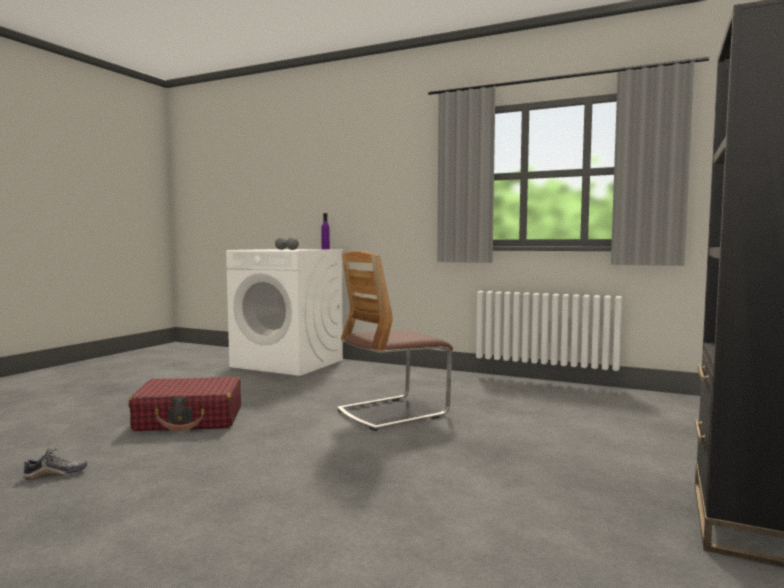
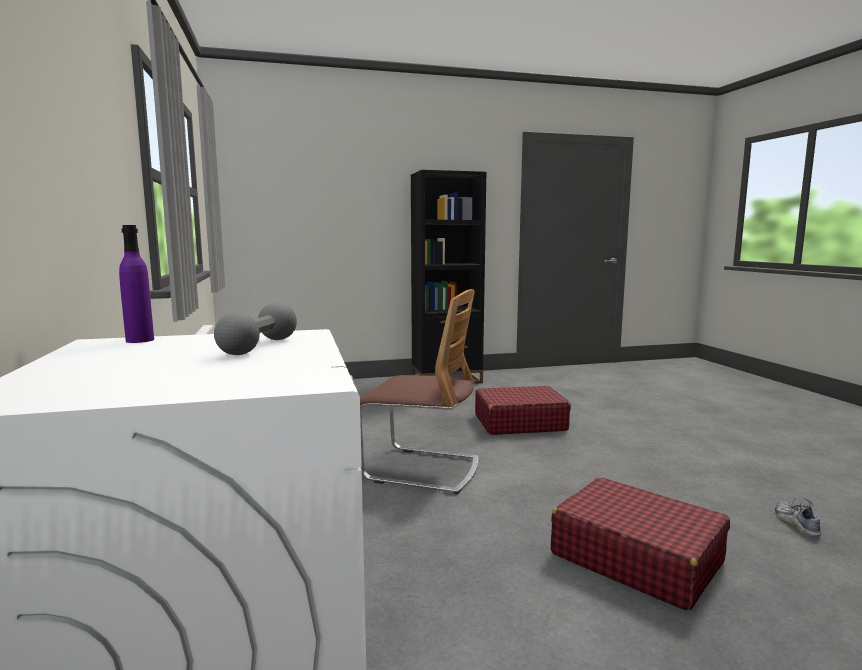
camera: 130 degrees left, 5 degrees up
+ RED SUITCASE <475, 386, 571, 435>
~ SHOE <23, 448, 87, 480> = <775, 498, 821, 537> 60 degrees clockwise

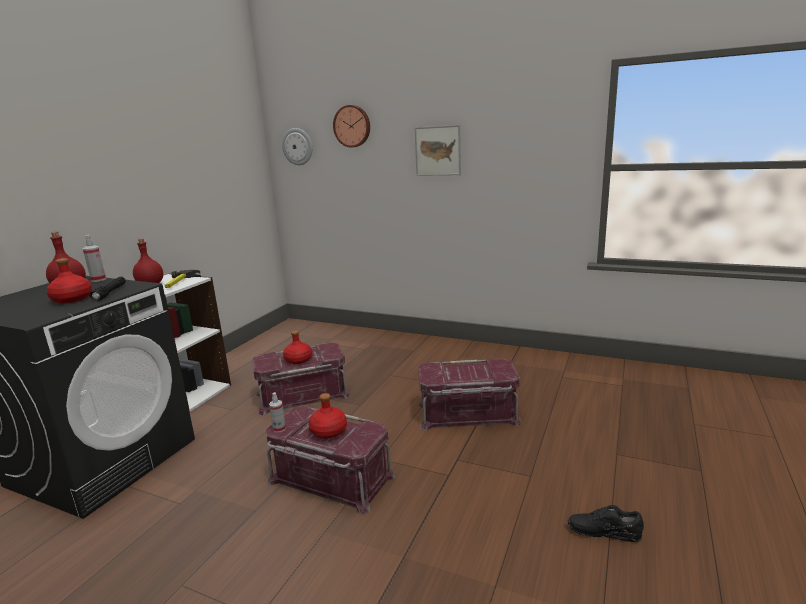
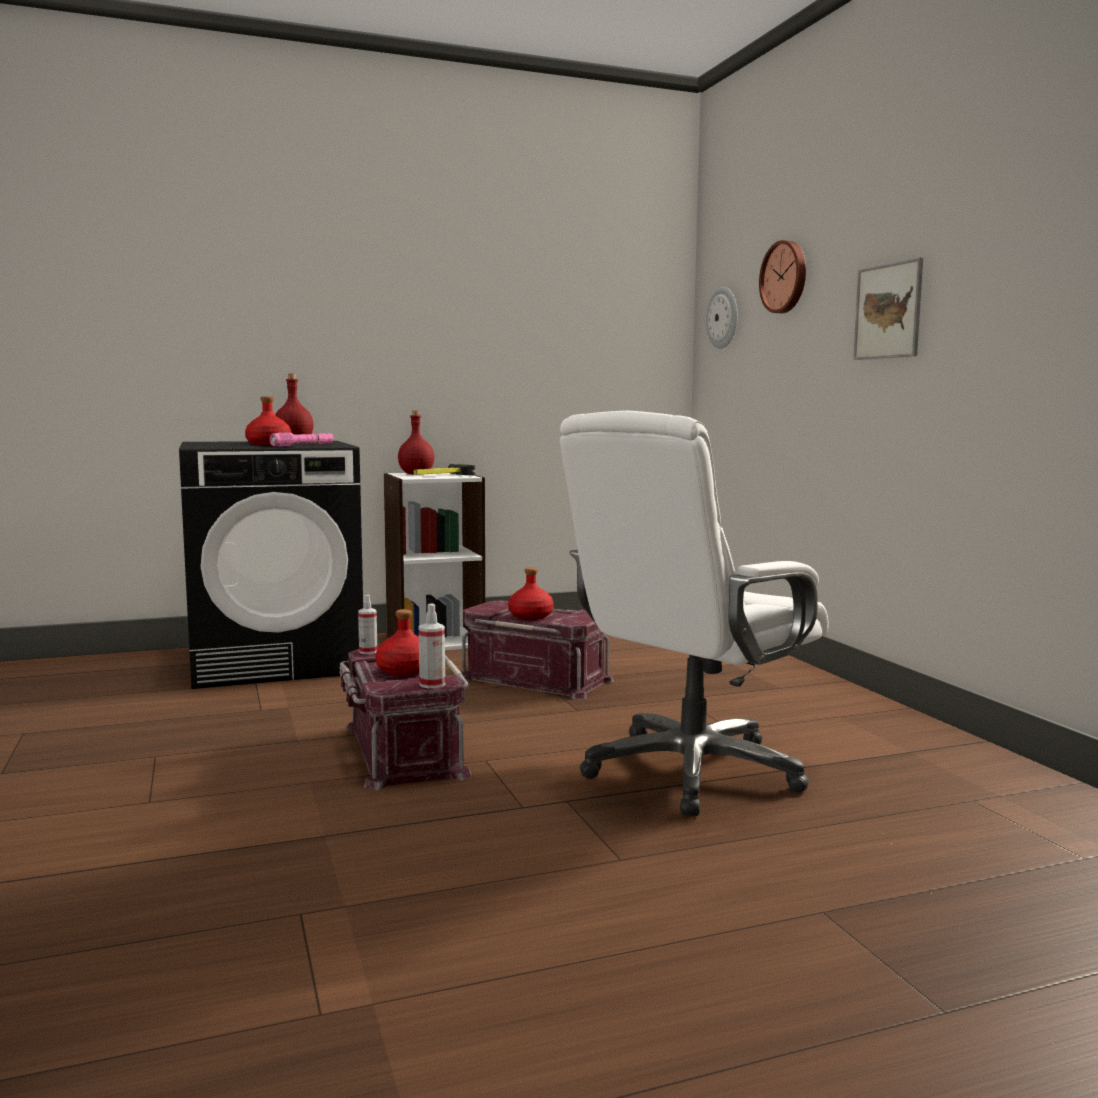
camera: 45 degrees right, 10 degrees down
~ BLACK FLASHLIGHT <90, 277, 126, 301> to PINK FLASHLIGHT <270, 432, 334, 447>
~ SPRAY BOTTLE <83, 235, 106, 282> to <419, 604, 445, 688>
~ RED STORAGE BOX <418, 358, 522, 431> to WHITE OFFICE CHAIR <560, 411, 829, 816>
- BLACK SHOE <568, 505, 644, 542>

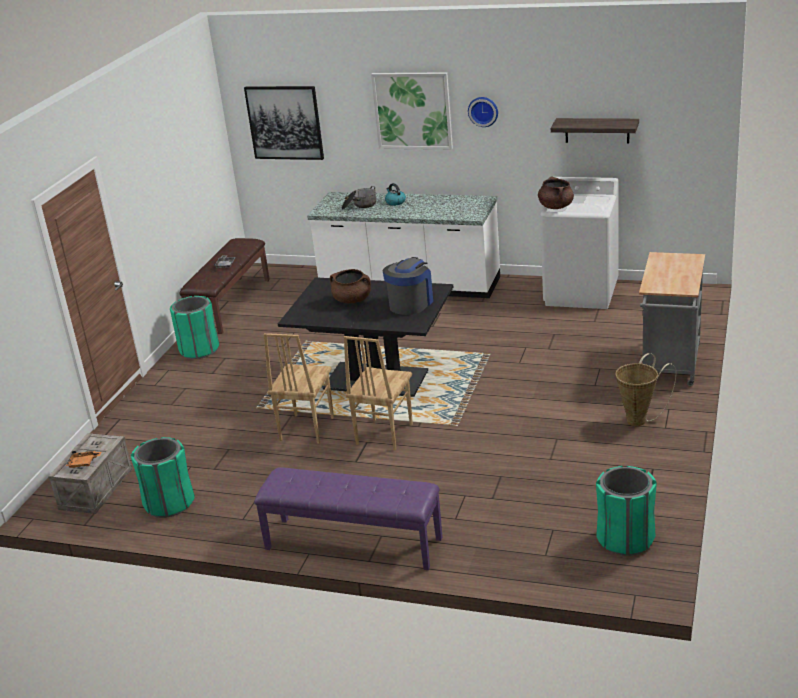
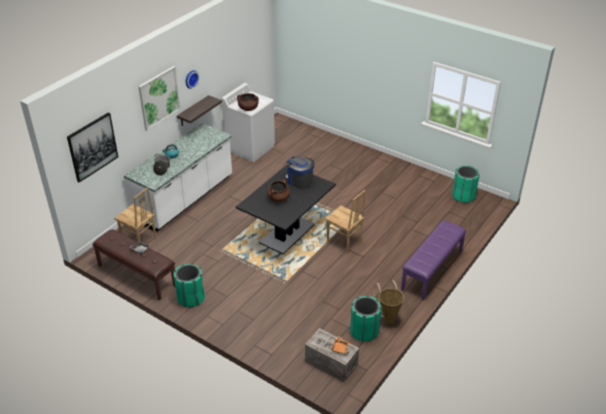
camera: 75 degrees left, 10 degrees up
~ BROWN CHAIR <264, 333, 334, 444> to <114, 187, 157, 242>
~ SHELF <551, 118, 639, 143> to <177, 95, 222, 126>
~ BASKET <615, 353, 676, 426> to <374, 280, 404, 324>
- GREY CART <639, 252, 705, 386>

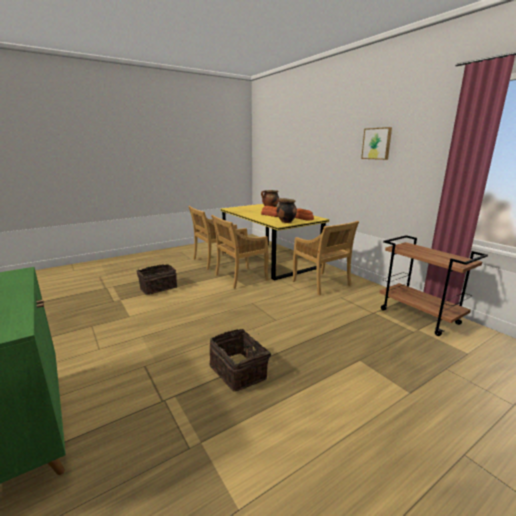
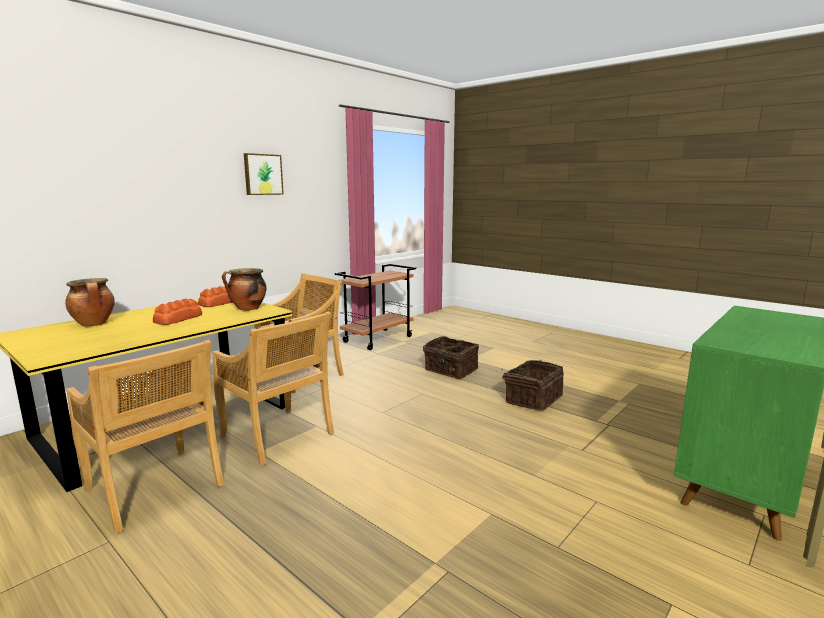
camera: 105 degrees left, 5 degrees down
~ BASKET <136, 264, 177, 295> to <423, 336, 479, 379>

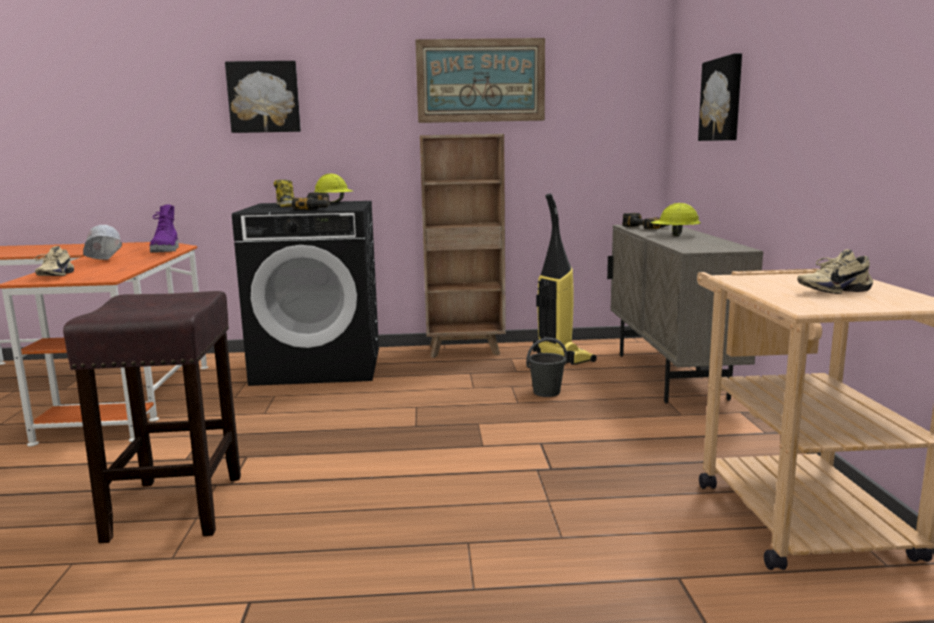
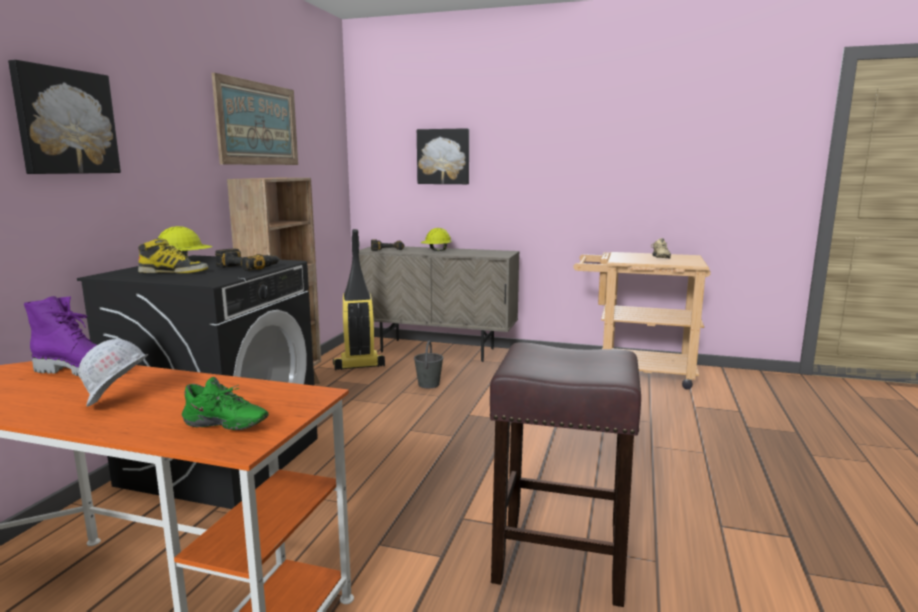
camera: 70 degrees left, 0 degrees up
~ BEIGE SHOE <34, 246, 74, 276> to GREEN SHOE <182, 377, 269, 430>

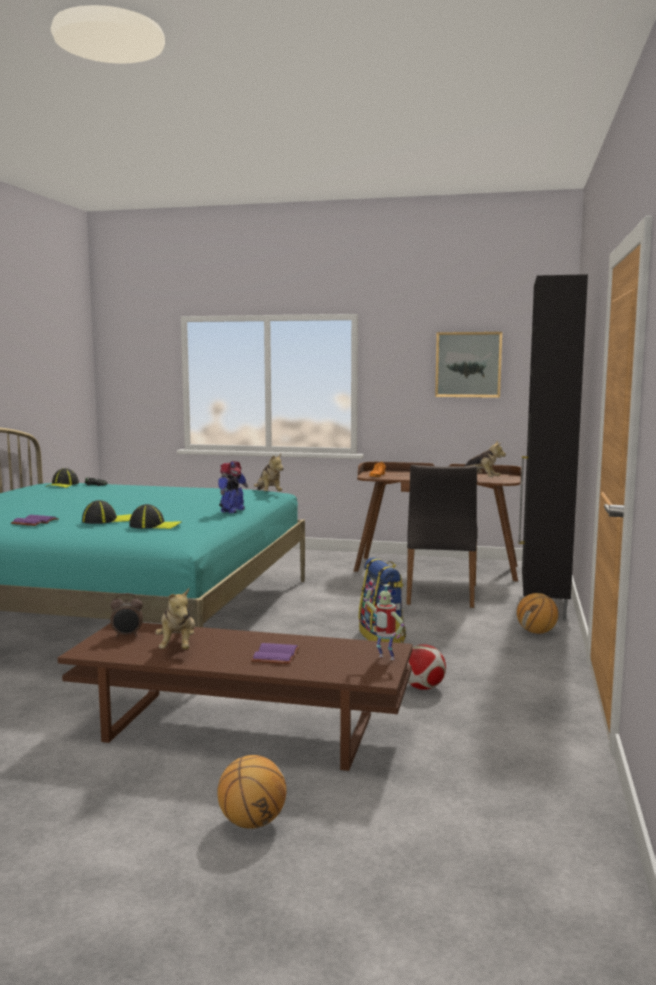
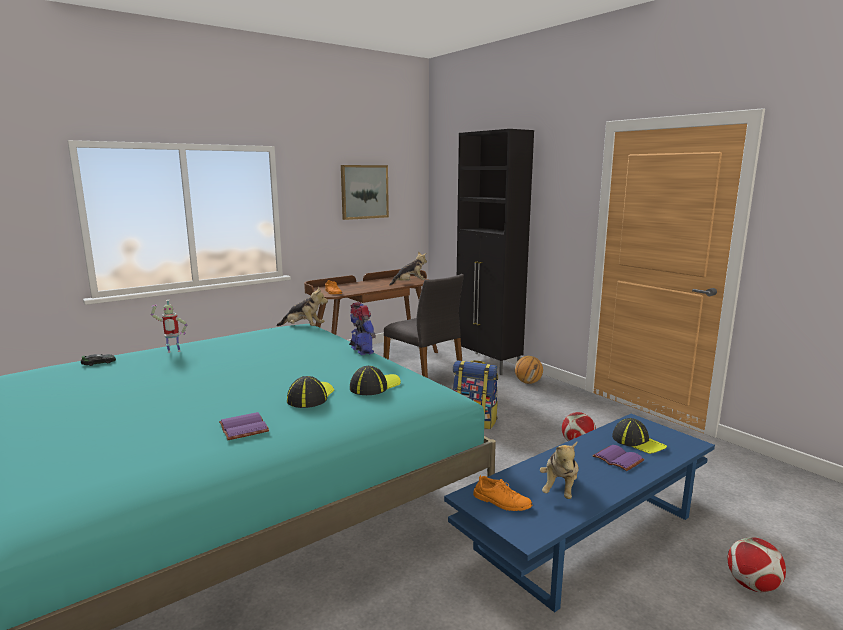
camera: 50 degrees left, 5 degrees up
~ TOY ROBOT <365, 584, 404, 660> to <151, 300, 187, 353>
~ BROWN COFFEE TABLE <58, 623, 413, 771> to BLUE COFFEE TABLE <444, 414, 715, 612>
~ ALARM CLOCK <110, 593, 143, 637> to ORANGE SHOE <473, 475, 532, 511>
~ PLUSH TOY <155, 588, 195, 649> = <540, 442, 579, 499> 75 degrees clockwise
~ CAP <46, 468, 79, 488> to <612, 418, 667, 454>
~ BASKETBALL <217, 755, 287, 829> to FOOTBALL <728, 537, 786, 592>

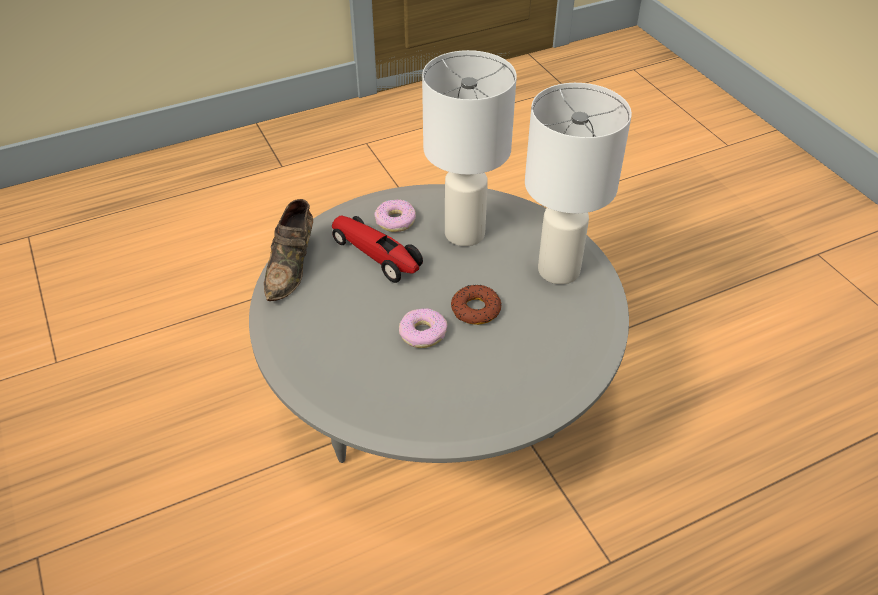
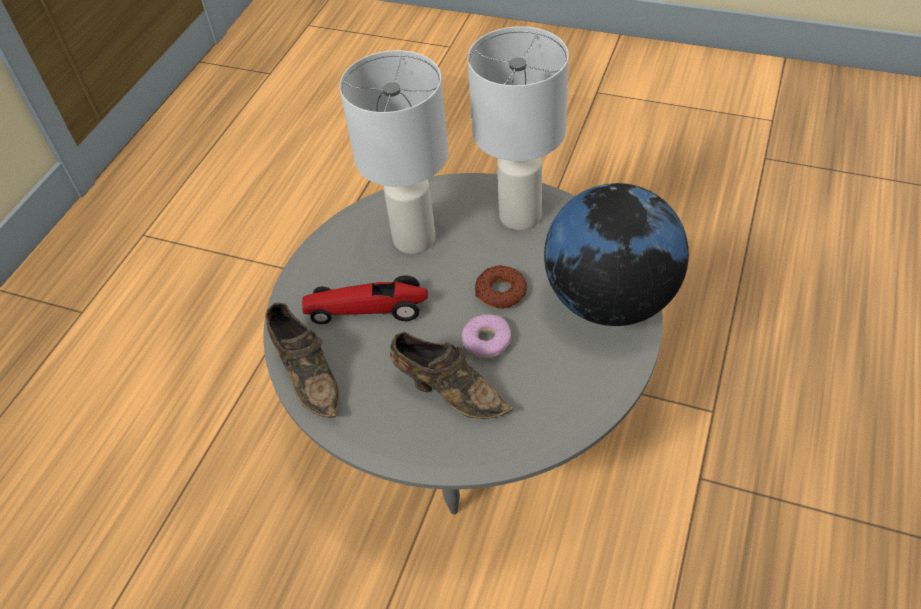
camera: 40 degrees left, 5 degrees up
+ BROWN SHOE <390, 332, 513, 419>
+ GLOBE <544, 183, 689, 326>
- DONUT <375, 200, 416, 232>

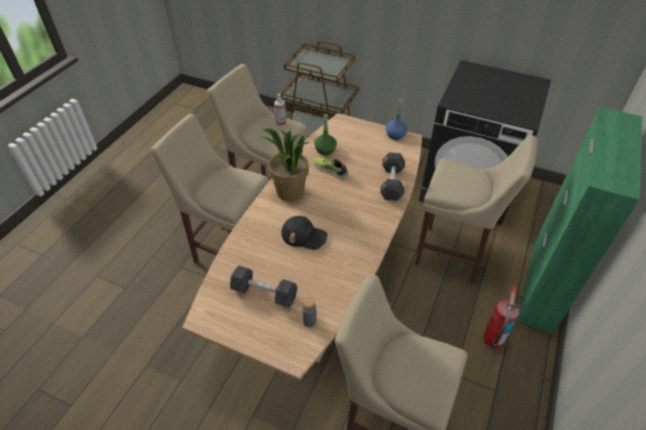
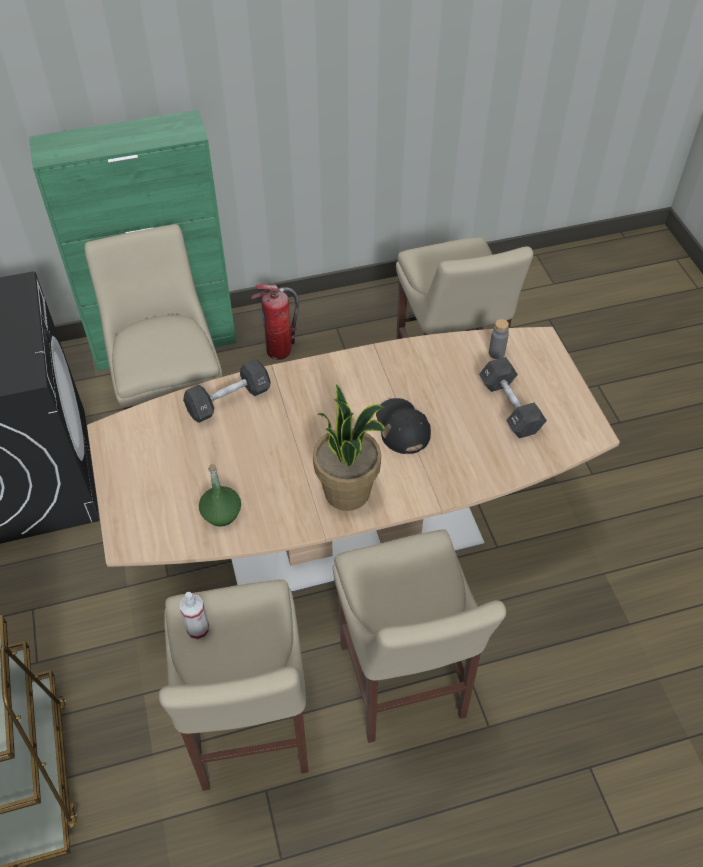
camera: 130 degrees left, 5 degrees up
- SHOE <314, 157, 349, 180>
- BLUE BOTTLE <386, 99, 408, 140>

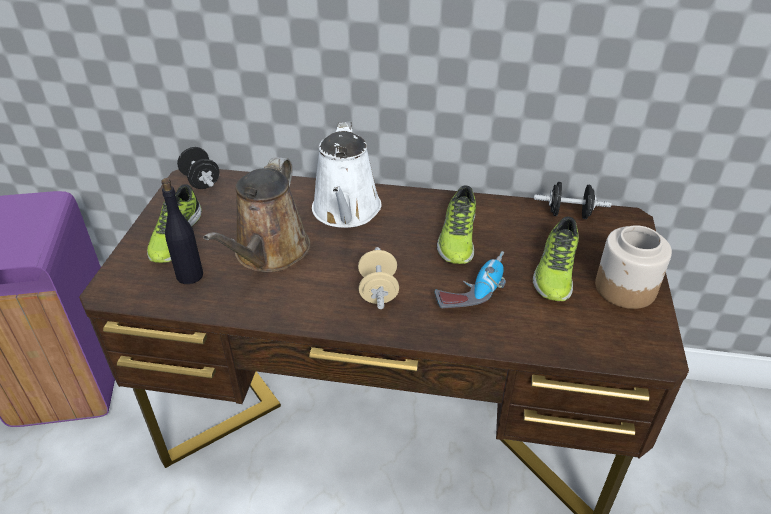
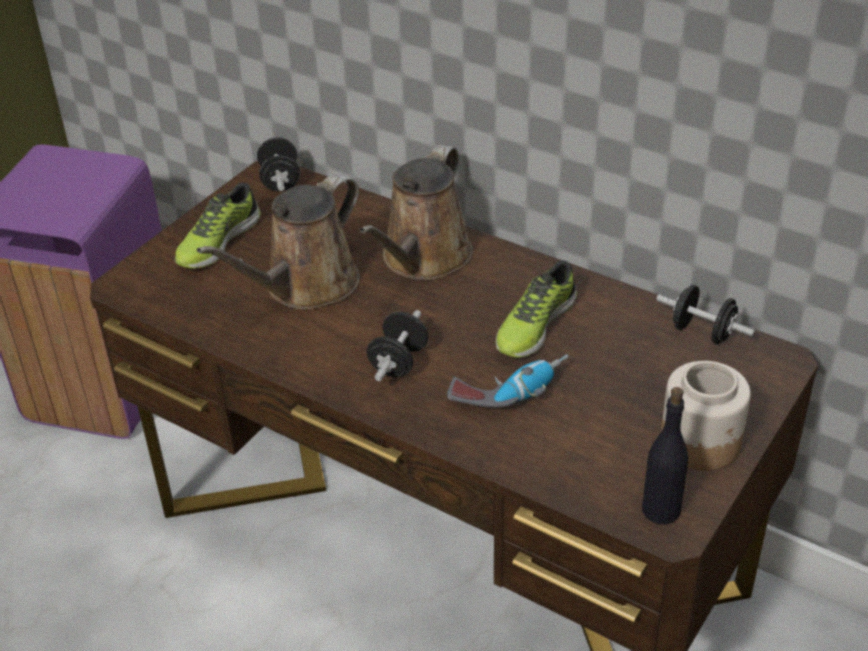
camera: 25 degrees right, 0 degrees up
~ WHITE WATERING CAN <312, 122, 381, 228> to BROWN WATERING CAN <359, 145, 473, 280>
~ BEIGE DUMBBELL <358, 247, 399, 309> to BLACK DUMBBELL <367, 310, 428, 381>
~ BLACK BOTTLE <161, 178, 203, 284> to <642, 387, 688, 525>
- SHOE <533, 217, 579, 301>

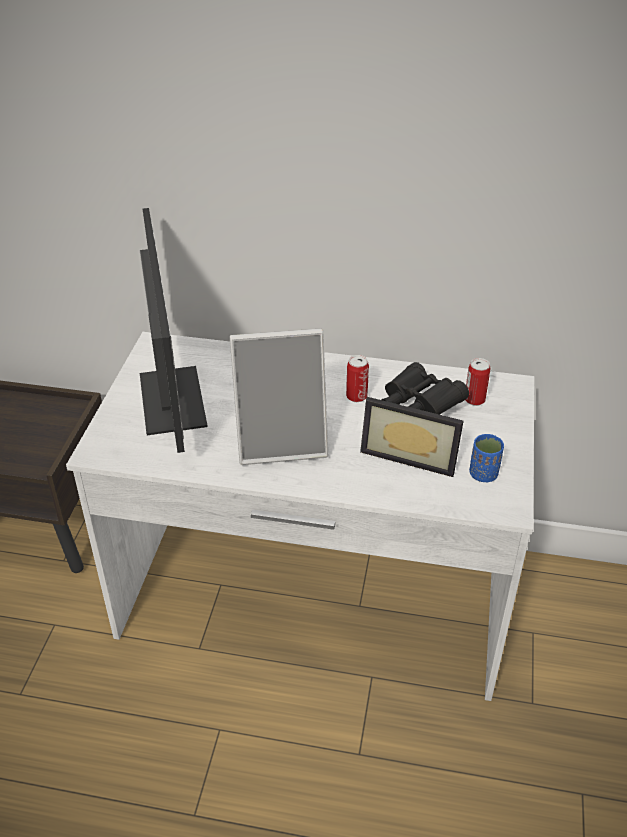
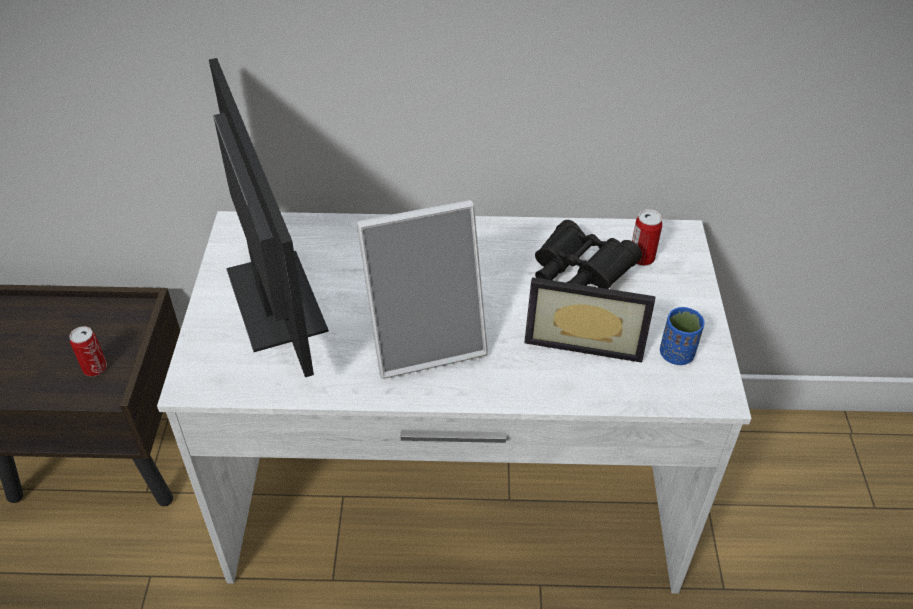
camera: 10 degrees left, 5 degrees up
~ CAN <346, 355, 369, 402> to <70, 326, 107, 376>

